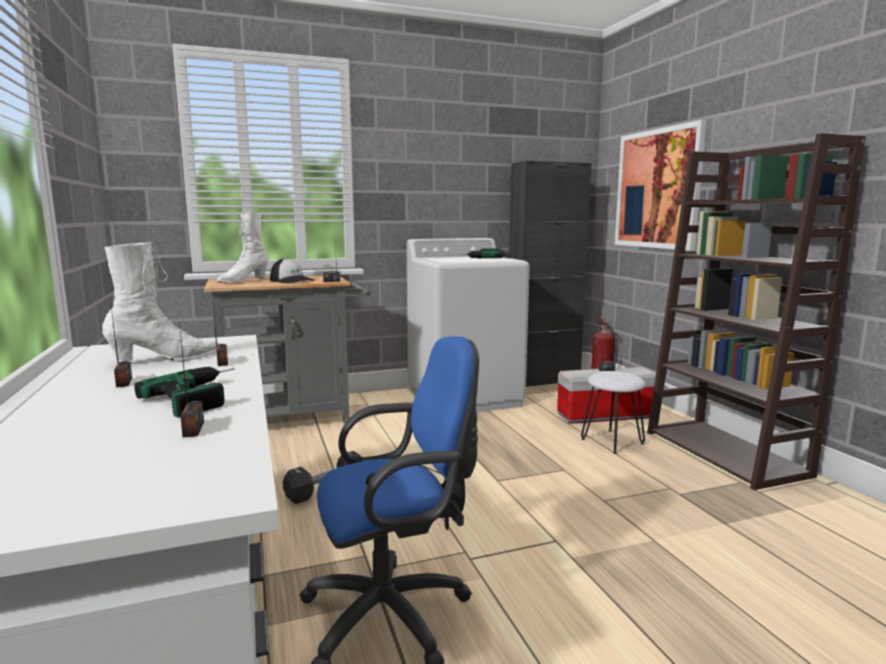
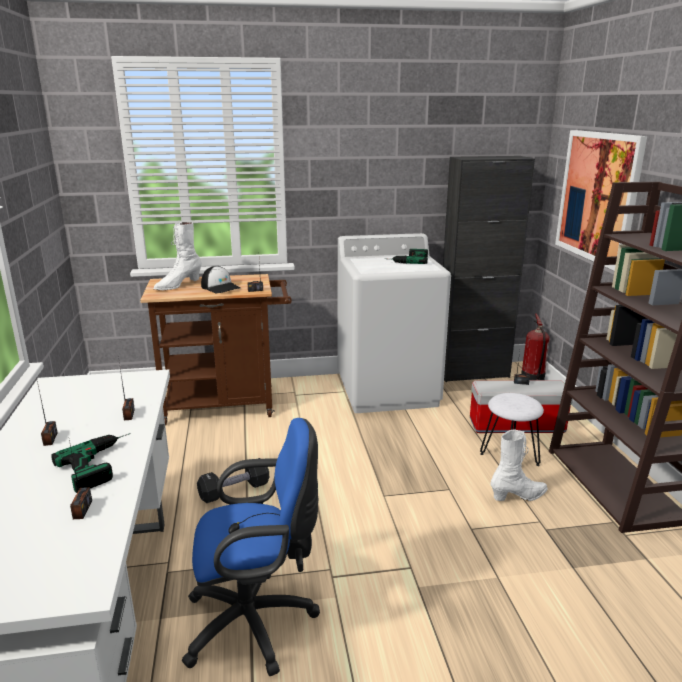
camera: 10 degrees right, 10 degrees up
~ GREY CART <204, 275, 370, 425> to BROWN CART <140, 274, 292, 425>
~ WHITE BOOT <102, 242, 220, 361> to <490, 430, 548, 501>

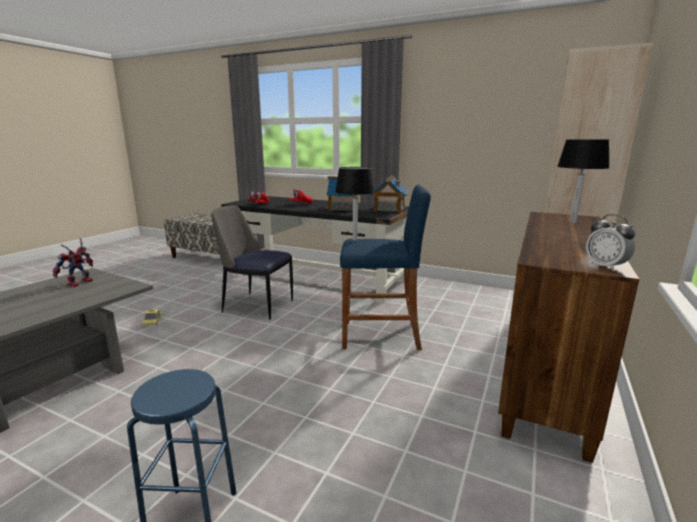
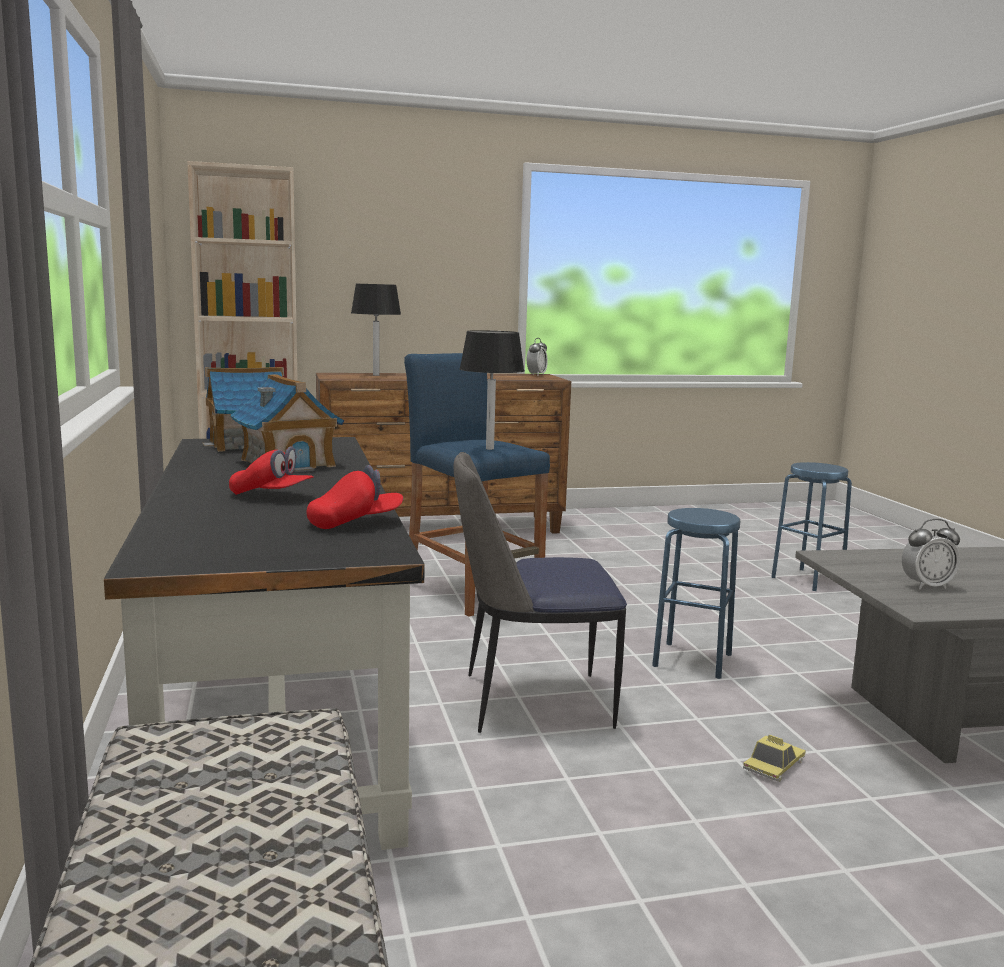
camera: 130 degrees left, 5 degrees down
~ CHAIR <211, 205, 293, 320> = <454, 452, 627, 733> 105 degrees clockwise
+ BLUE STOOL <652, 508, 740, 679>
~ TOY ROBOT <53, 238, 93, 287> to ALARM CLOCK <902, 519, 960, 590>

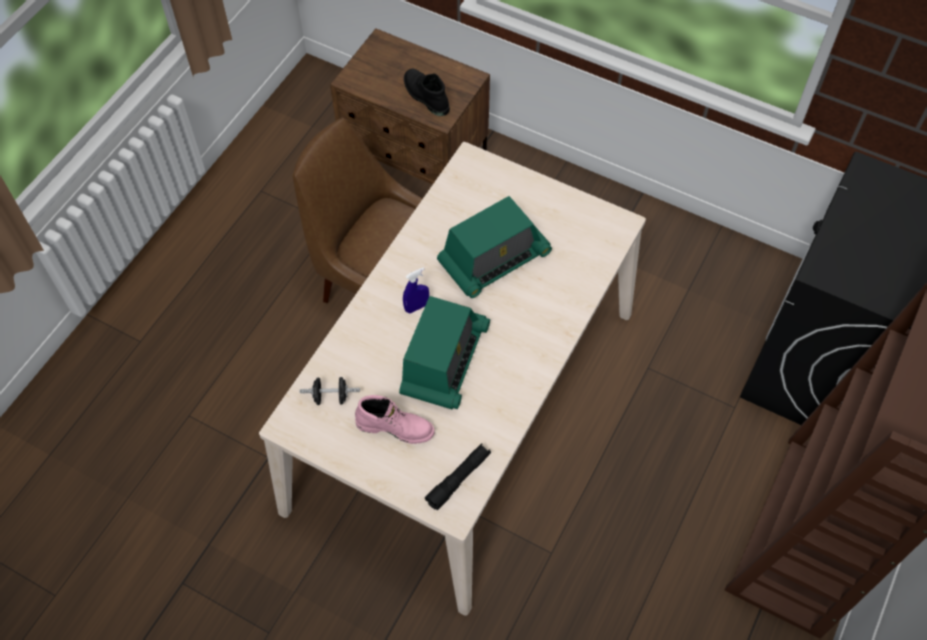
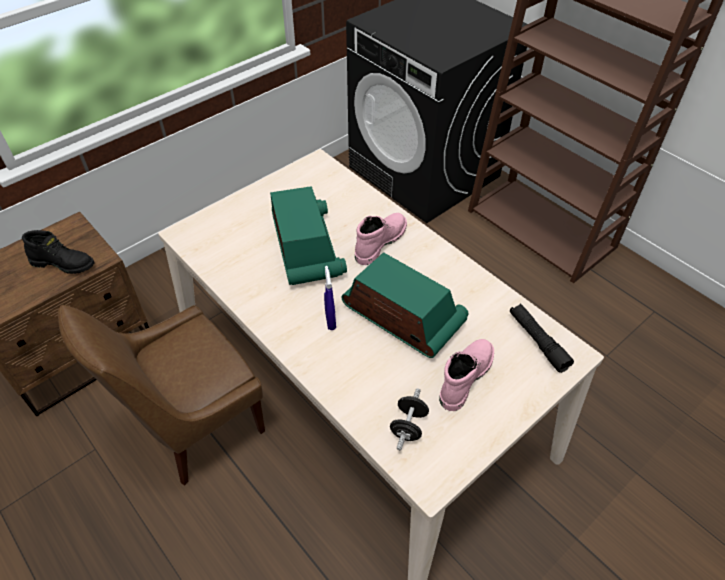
camera: 70 degrees left, 10 degrees down
~ BLACK BOOT <404, 69, 450, 116> = <22, 230, 94, 274> 150 degrees counterclockwise
+ PINK BOOT <355, 213, 407, 265>

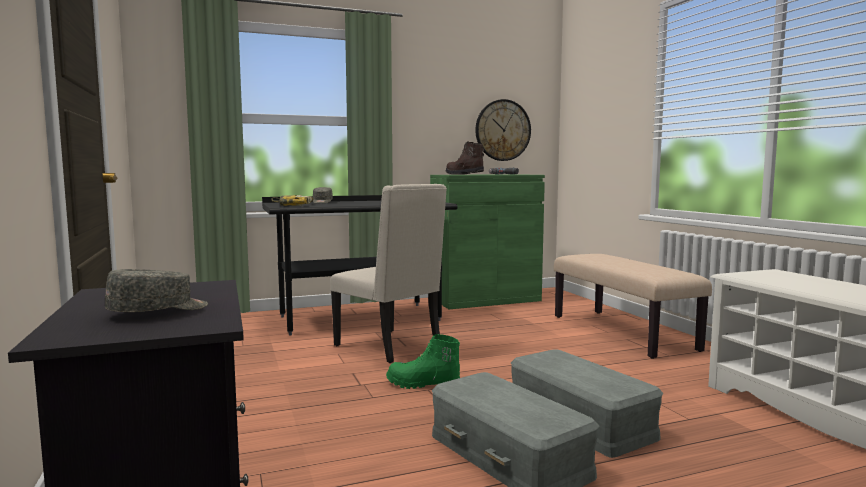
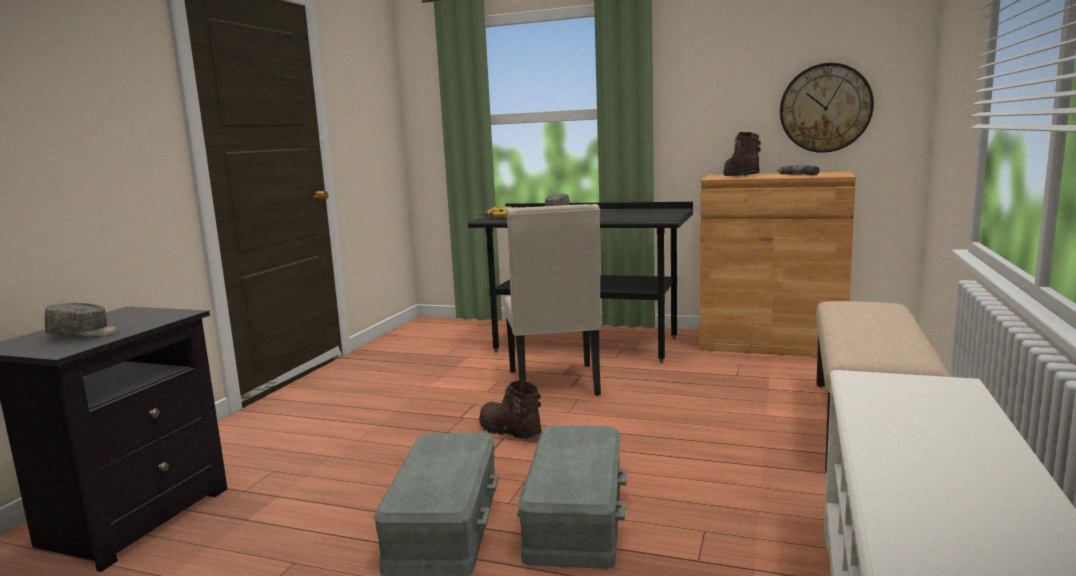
camera: 40 degrees right, 5 degrees up
~ GREEN BOOT <386, 334, 460, 389> to BROWN BOOT <479, 381, 542, 439>
~ GREEN CABINET <430, 174, 545, 309> to BROWN CABINET <700, 172, 856, 357>

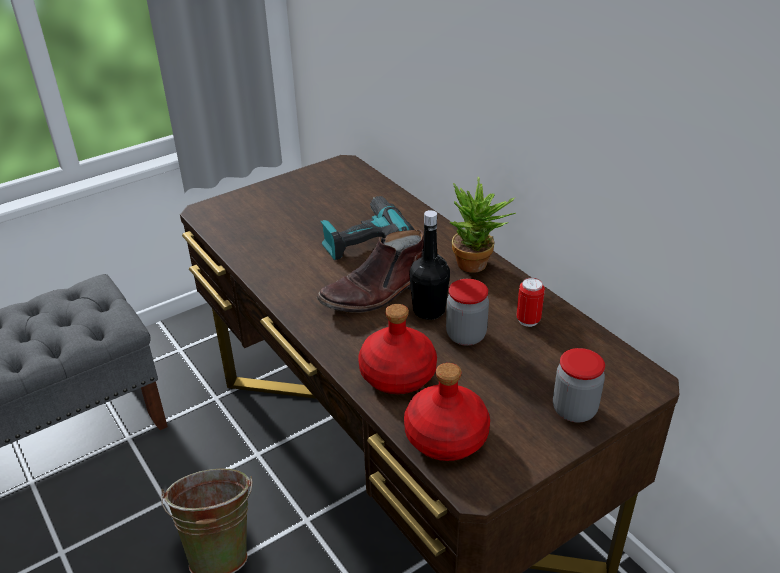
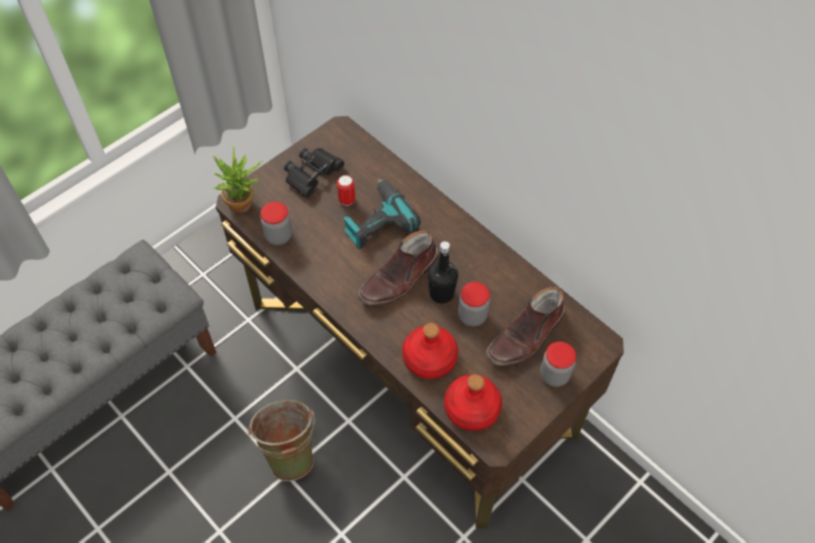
camera: 10 degrees left, 20 degrees up
~ POTTED PLANT <449, 177, 516, 273> to <213, 145, 262, 213>
+ JAR <260, 202, 292, 245>
+ BLACK BINOCULARS <284, 148, 344, 199>
~ CAN <516, 278, 545, 327> to <337, 175, 355, 206>
+ BROWN BOOT <485, 287, 565, 366>

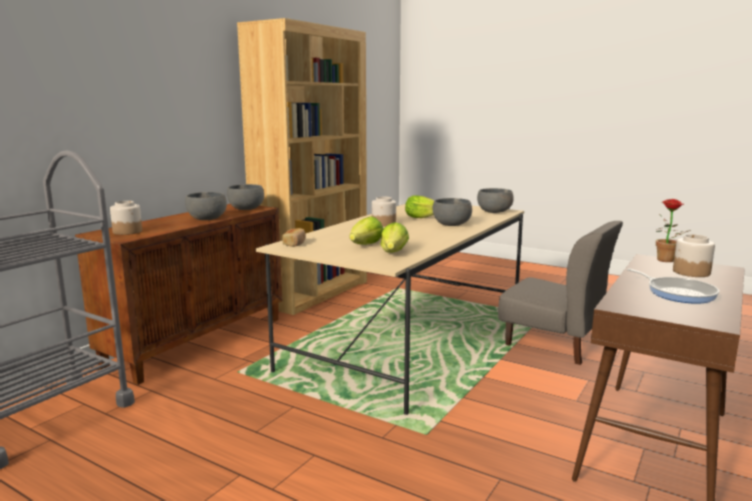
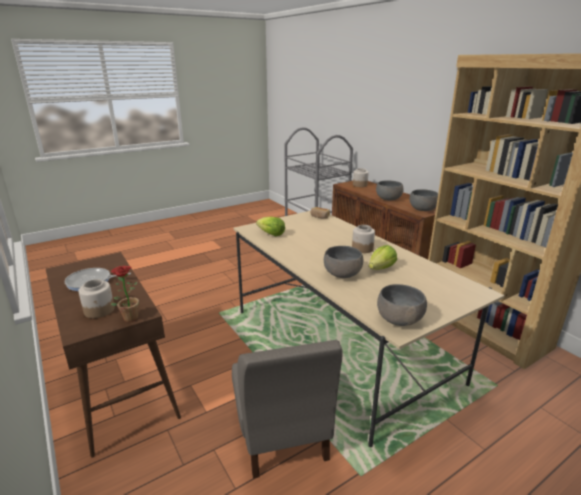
camera: 115 degrees right, 10 degrees up
~ GREY CHAIR <498, 221, 623, 365> = <232, 340, 343, 479> 75 degrees counterclockwise
- LETTUCE <349, 216, 383, 245>

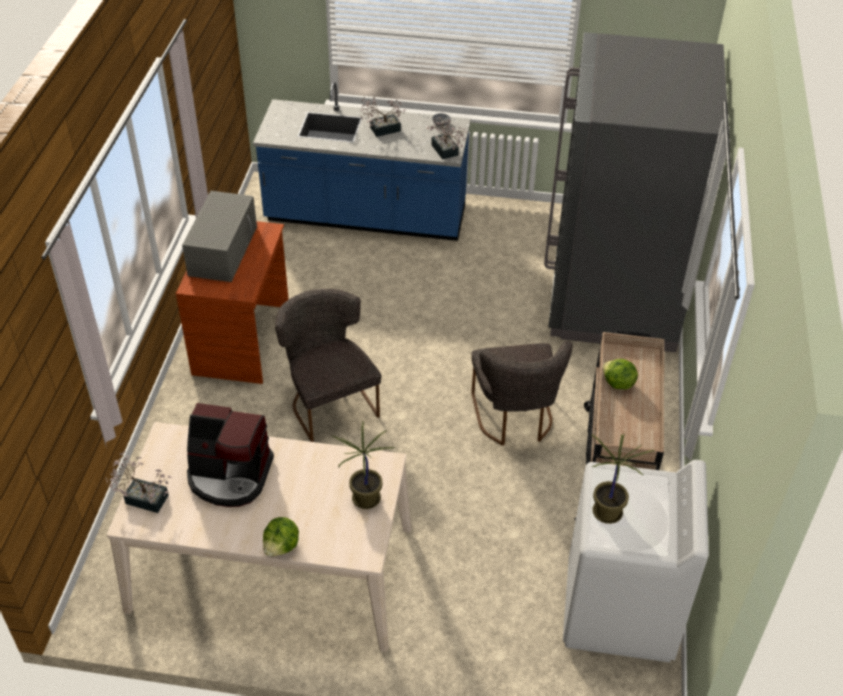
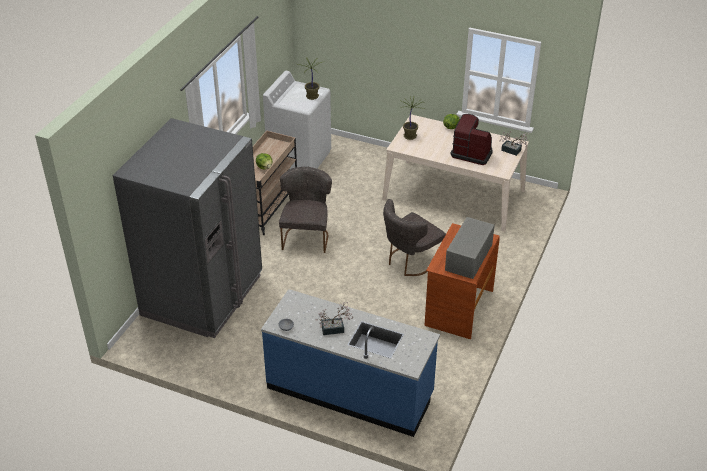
camera: 165 degrees left, 5 degrees down
~ GREY CHAIR <275, 289, 381, 442> = <383, 199, 446, 276> 60 degrees clockwise
- POTTED PLANT <427, 117, 468, 159>

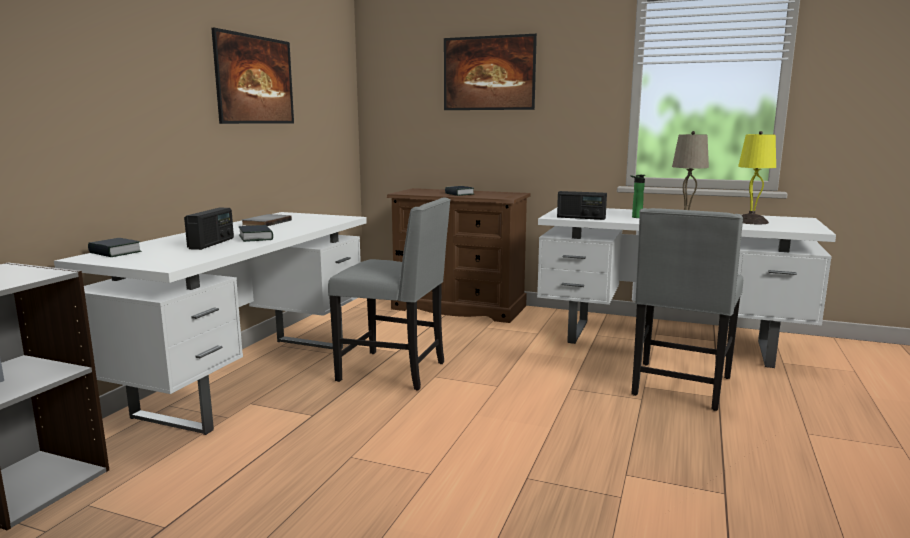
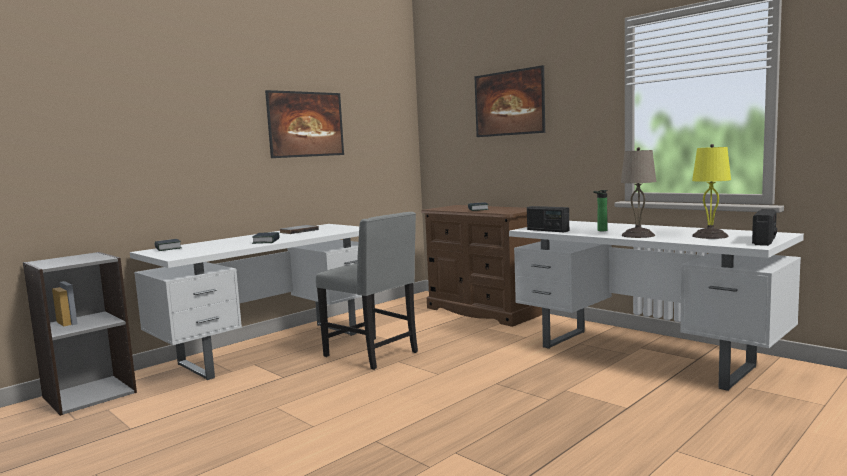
camera: 25 degrees right, 5 degrees down
~ RADIO <184, 208, 234, 250> to <752, 209, 777, 246>
- GREY CHAIR <632, 208, 743, 411>

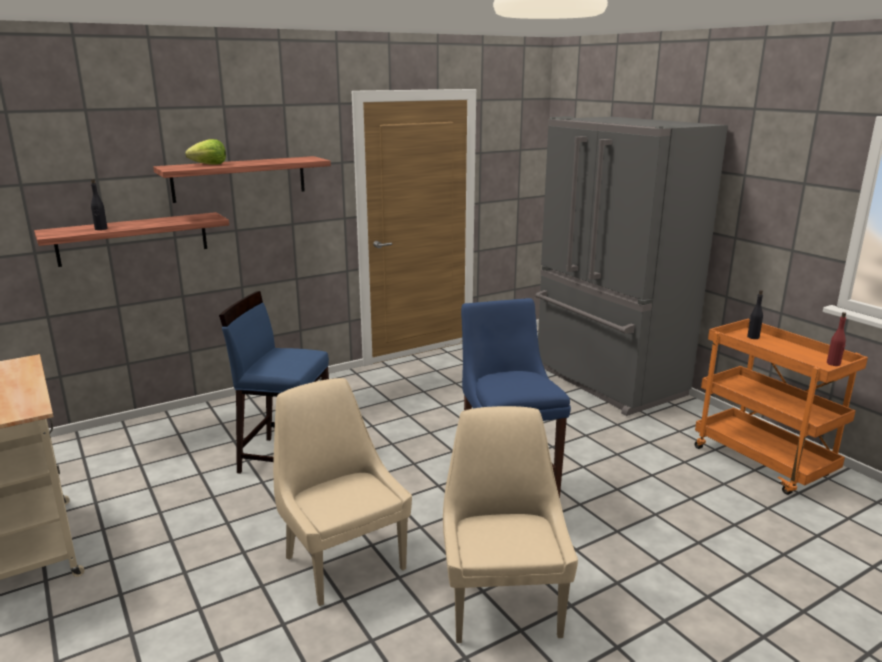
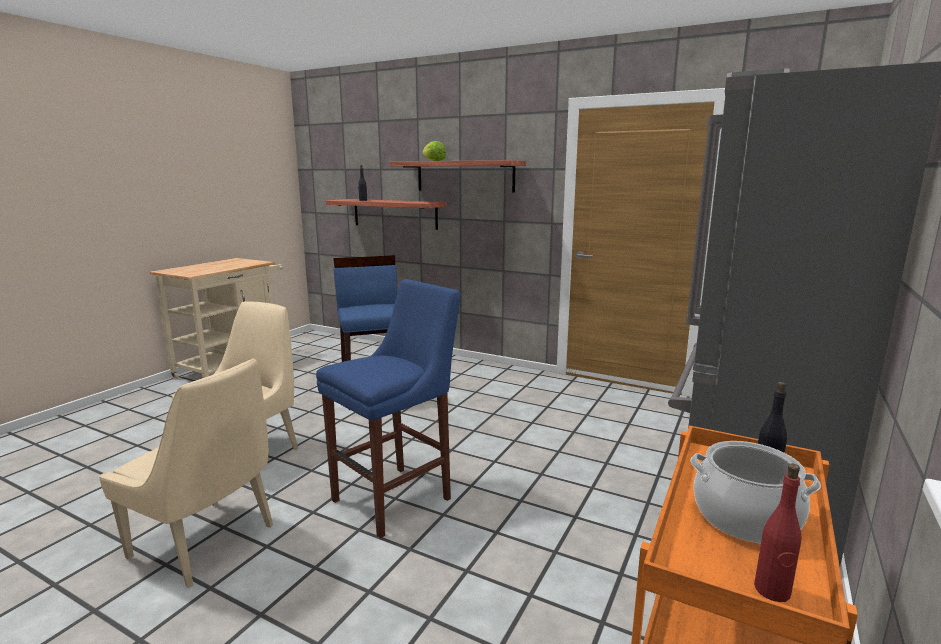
camera: 60 degrees right, 5 degrees down
~ BEIGE CHAIR <443, 406, 578, 643> = <99, 359, 273, 588> 60 degrees clockwise
+ COOKING POT <690, 441, 821, 543>

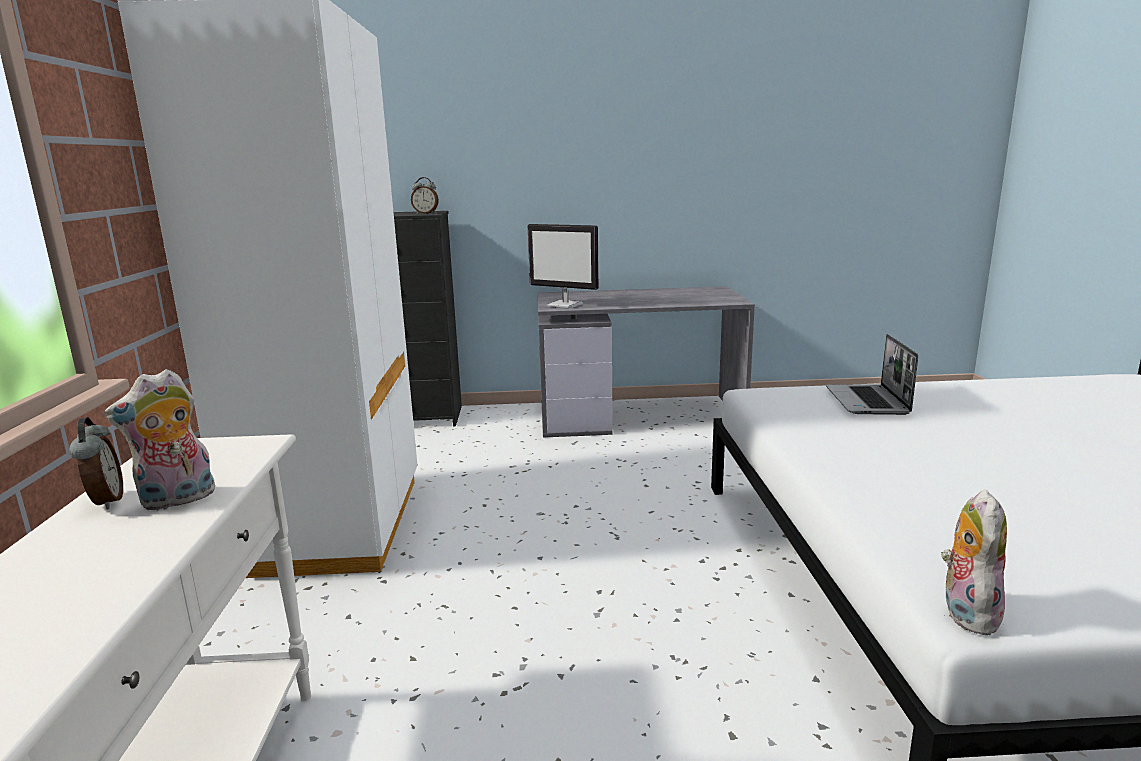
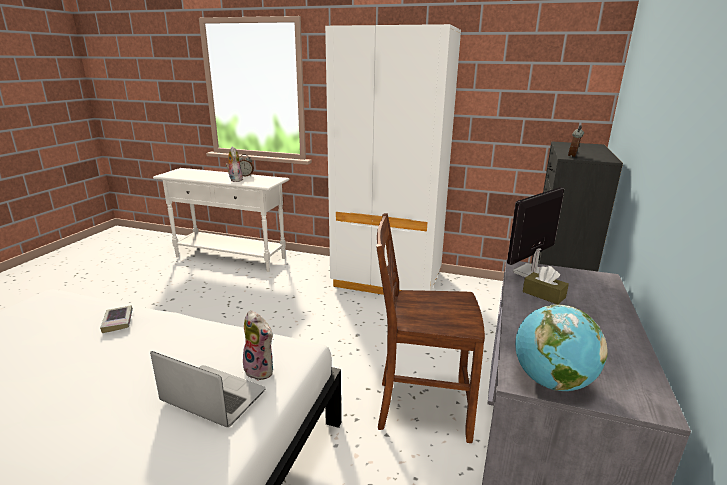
camera: 110 degrees right, 5 degrees up
+ BOOK <100, 305, 133, 333>
~ PLUSH TOY <941, 489, 1007, 635> to <243, 311, 273, 381>
+ BROWN CHAIR <376, 213, 485, 443>
+ GLOBE <515, 304, 607, 391>
+ BROWN TISSUE BOX <523, 266, 569, 304>

